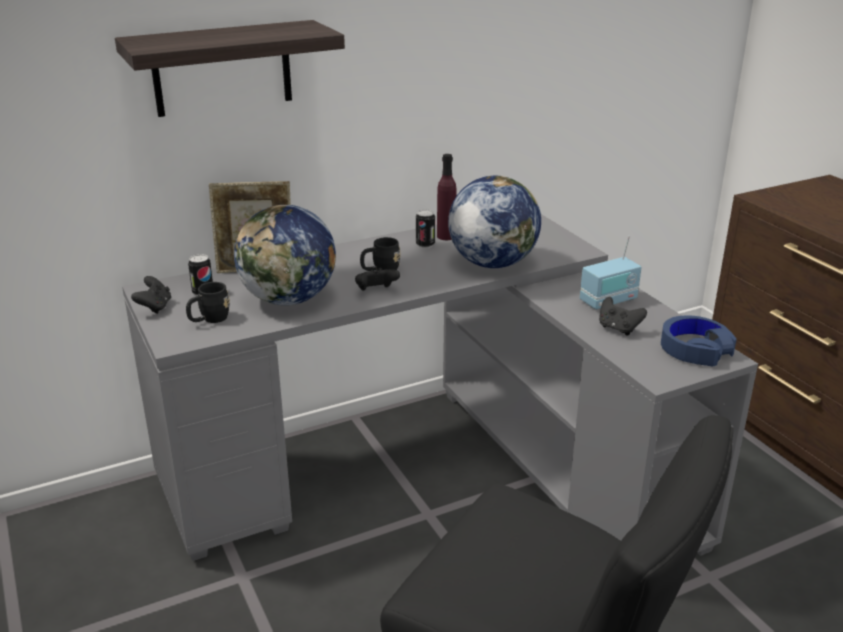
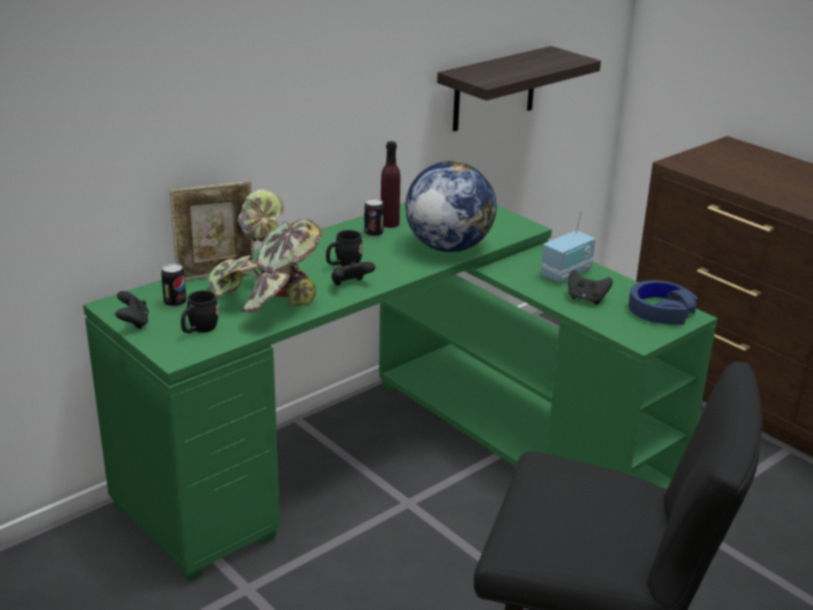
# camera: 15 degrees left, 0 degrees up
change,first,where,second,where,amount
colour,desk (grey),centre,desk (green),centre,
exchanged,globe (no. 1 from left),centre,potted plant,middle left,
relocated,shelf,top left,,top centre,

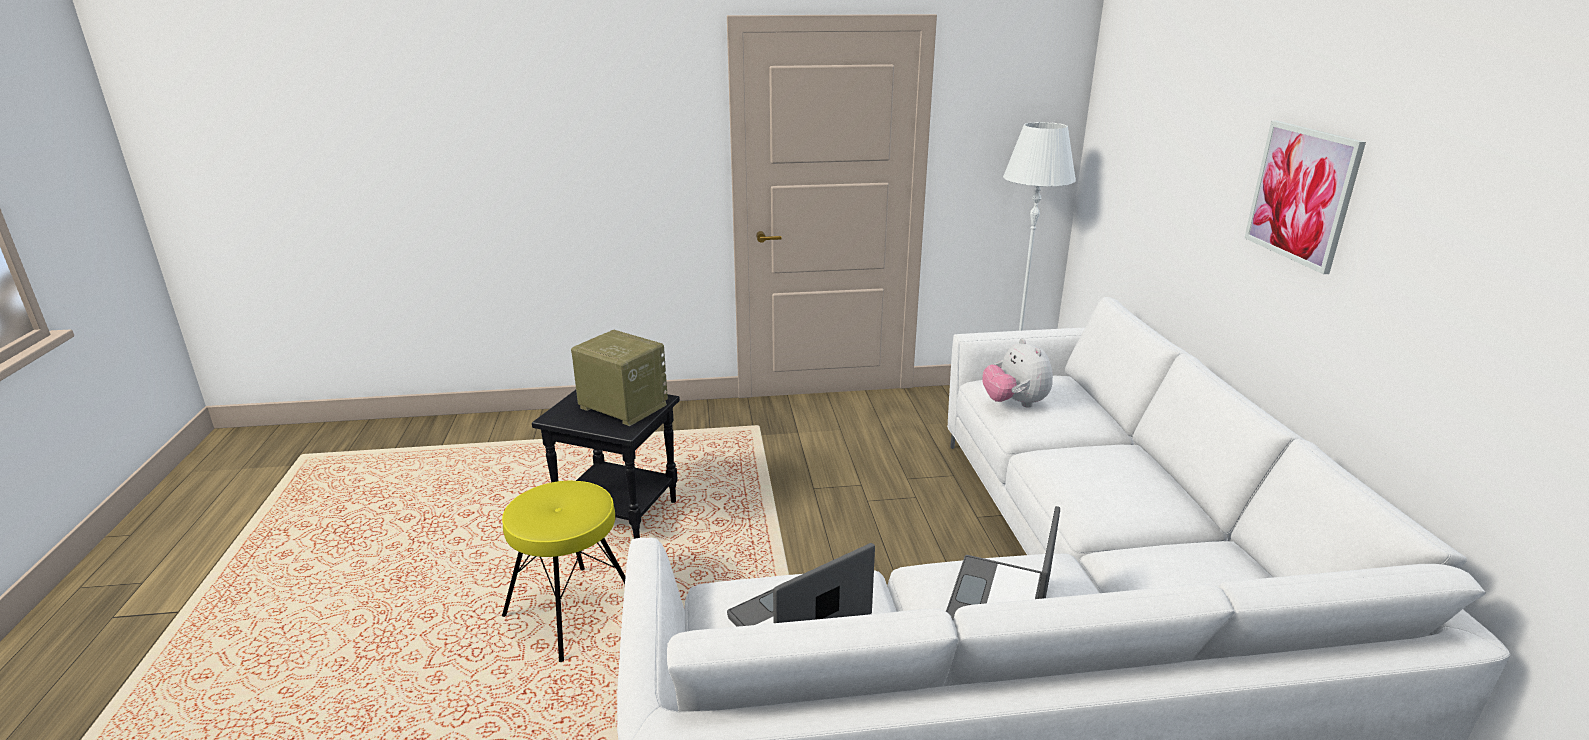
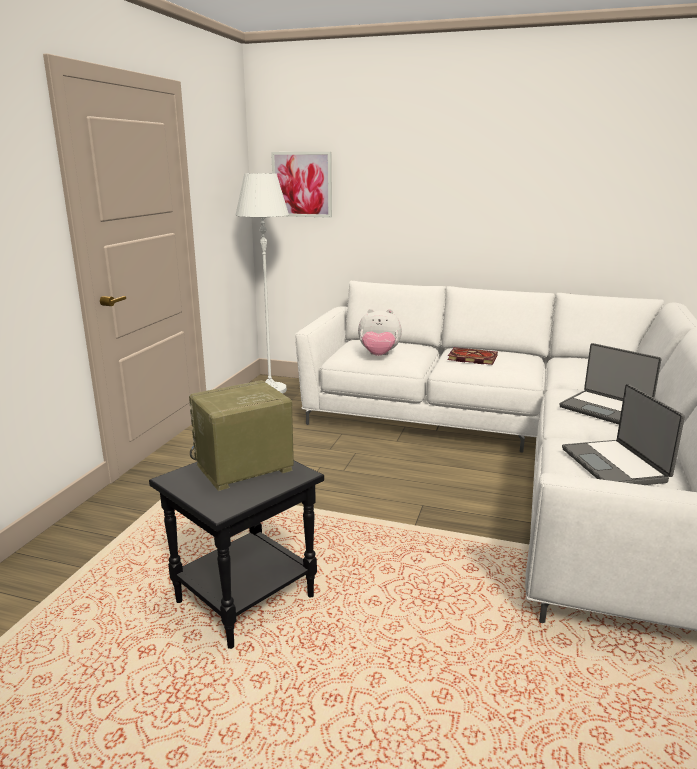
# camera: 65 degrees left, 5 degrees down
change,first,where,second,where,amount
relocated,picture,top right,,top centre,
appeared,,,book,middle right,
missing,stool (yellow),bottom centre,,,

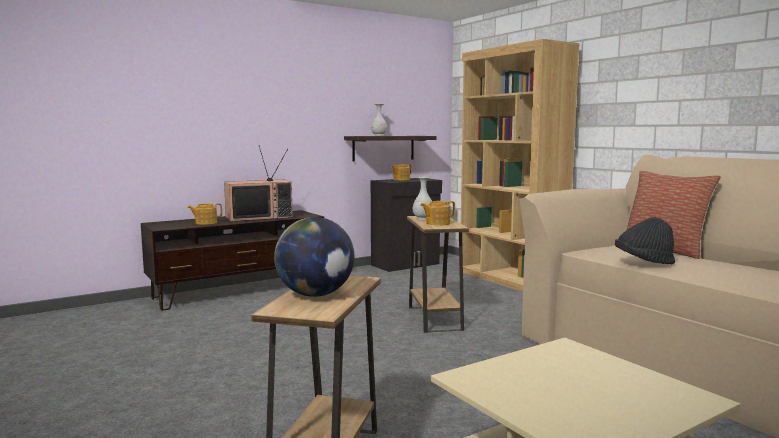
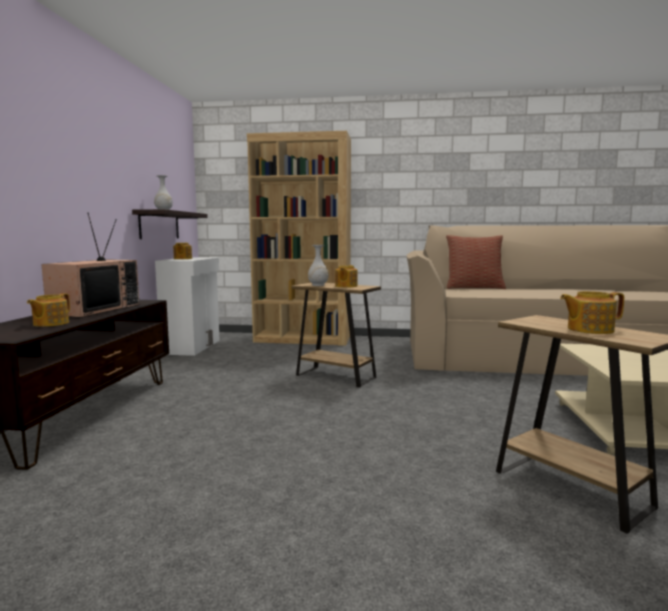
# camera: 50 degrees left, 0 degrees up
change,first,where,second,where,amount
colour,cabinet (black),centre,cabinet (white),middle left,
exchanged,globe,centre,teapot (no. 4 from left),middle right,
missing,hat (black),middle right,,,

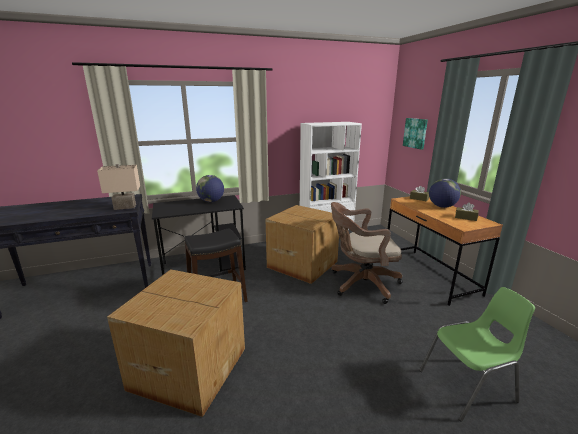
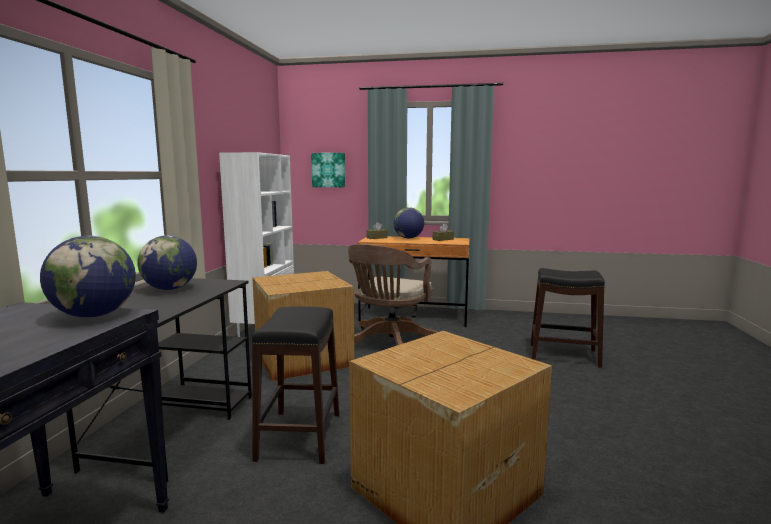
# camera: 60 degrees left, 10 degrees down
change,first,where,second,where,amount
exchanged,table lamp (beige),middle left,globe (no. 1 from left),middle left,
exchanged,chair (green),bottom right,stool (black) (no. 2 from left),middle right,

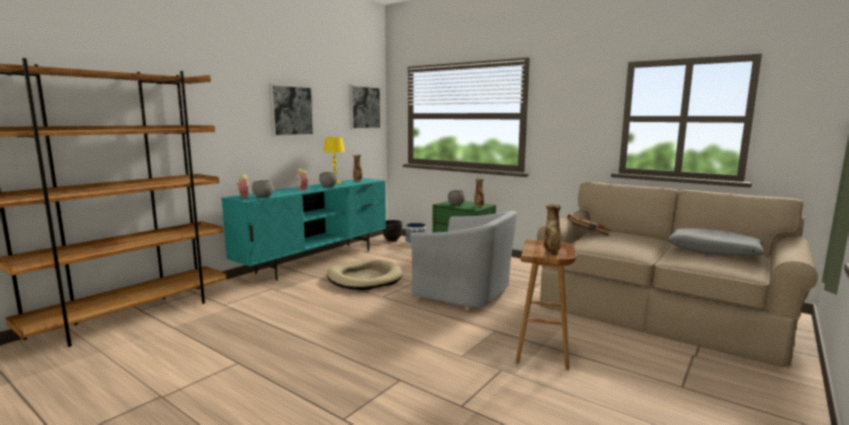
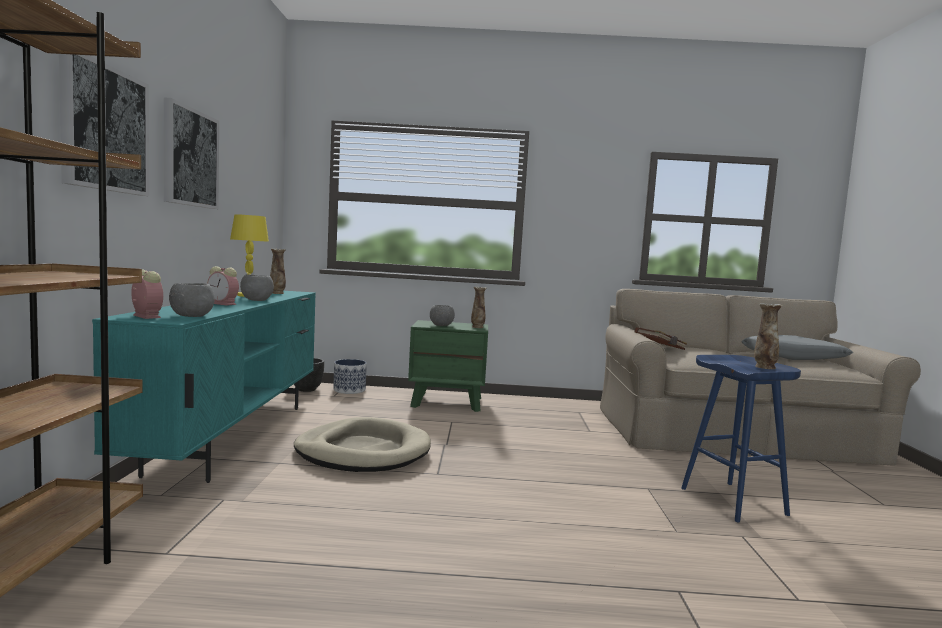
# camera: 35 degrees left, 5 degrees down
change,first,where,second,where,amount
relocated,picture (no. 2 from left in the first image),top centre,picture (no. 1 from left),top left,
colour,stool (brown),bottom centre,stool (blue),bottom right,
missing,armchair (grey),centre,,,

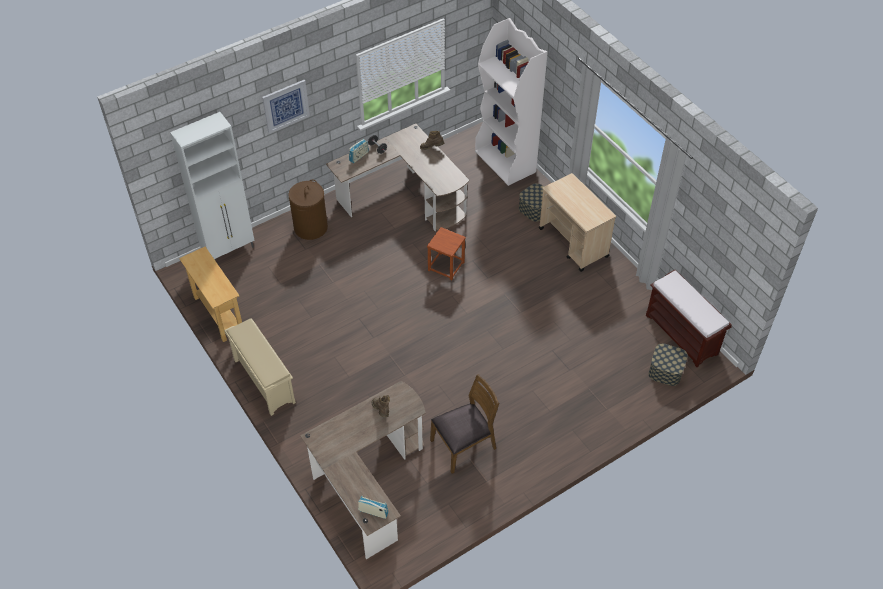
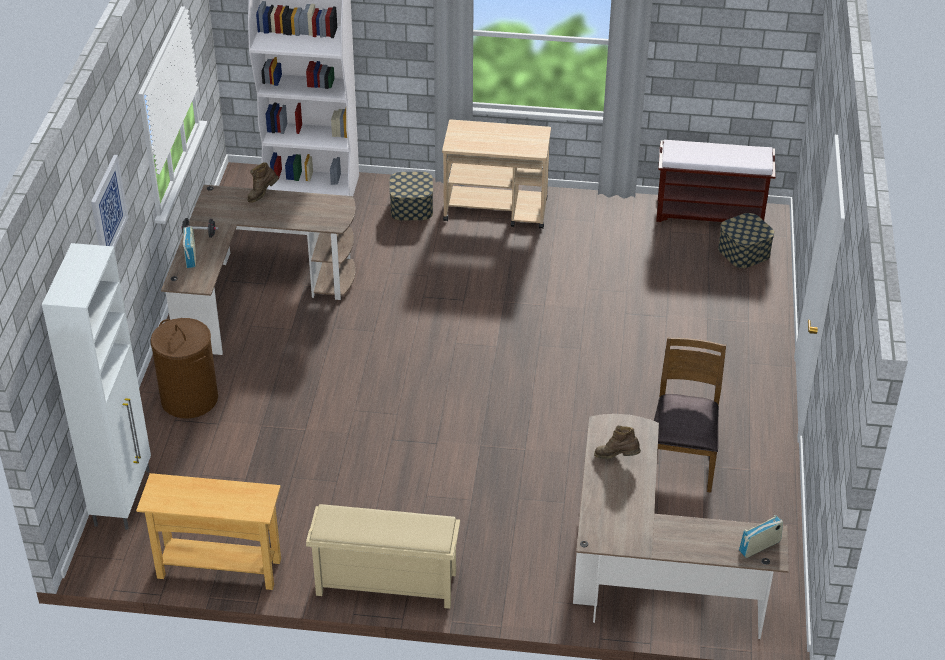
# camera: 50 degrees left, 10 degrees down
change,first,where,second,where,amount
missing,stool (brown),centre,,,

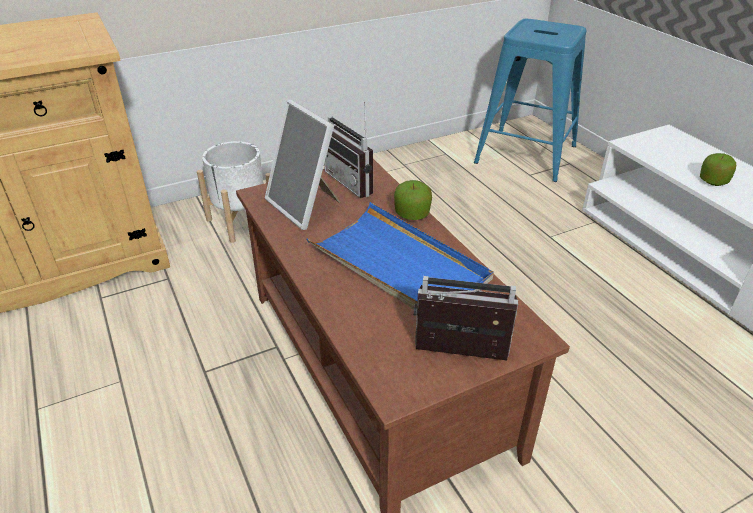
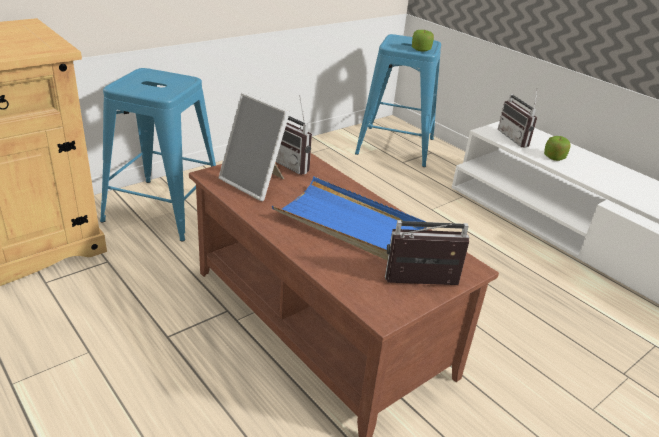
# camera: 15 degrees left, 5 degrees down
change,first,where,second,where,amount
exchanged,planter (white),middle left,stool (blue) (no. 1 from left),middle left,
relocated,apple (no. 1 from left),centre,,top centre,
appeared,,,radio (no. 3 from left),top right,

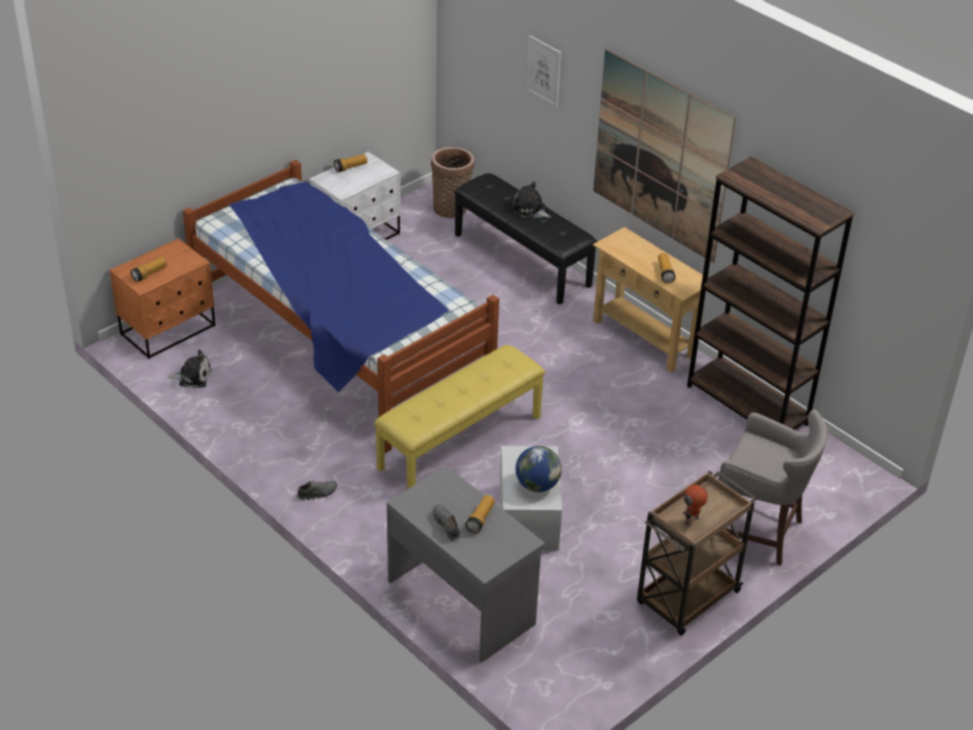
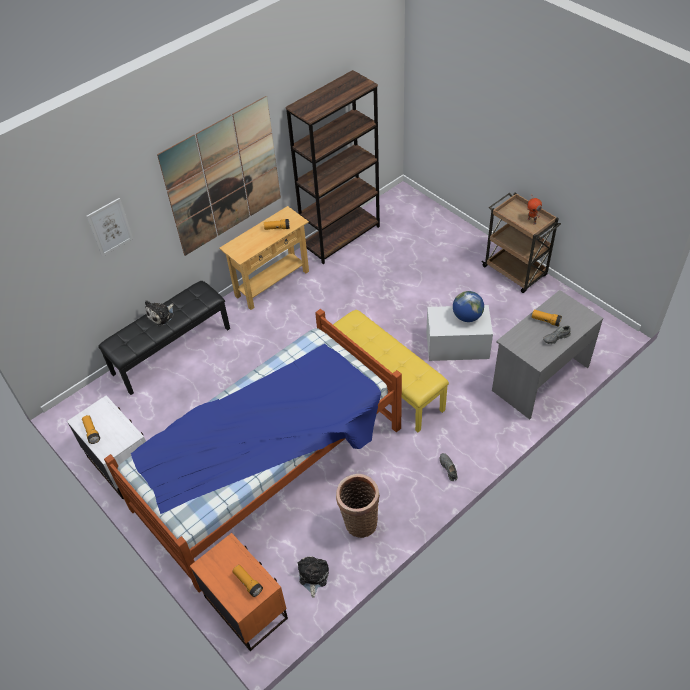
# camera: 85 degrees left, 10 degrees up
change,first,where,second,where,amount
relocated,basket,top centre,,bottom centre,
missing,stool (grey),bottom right,,,

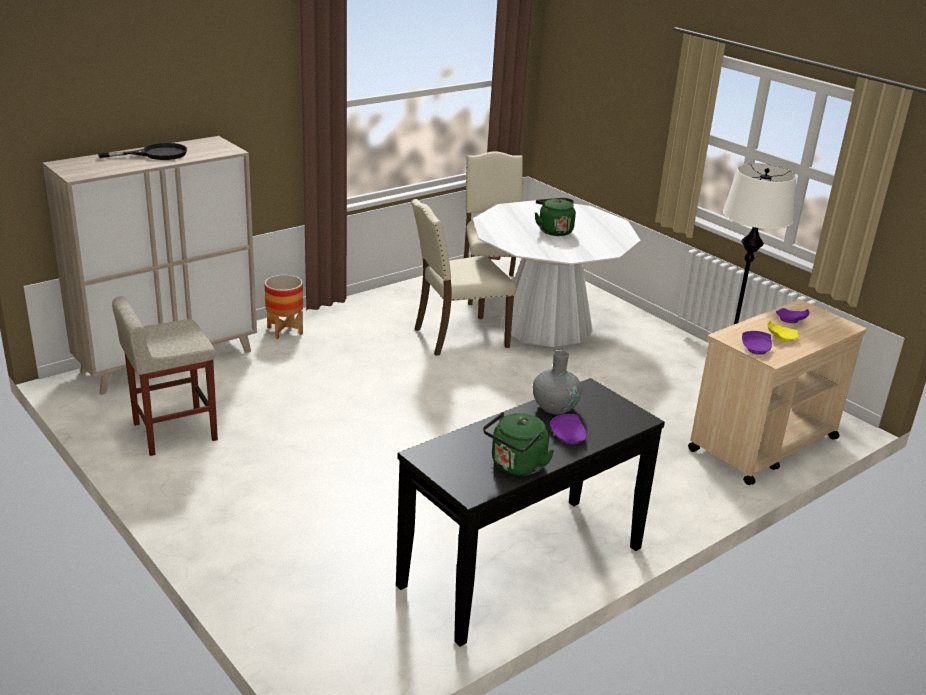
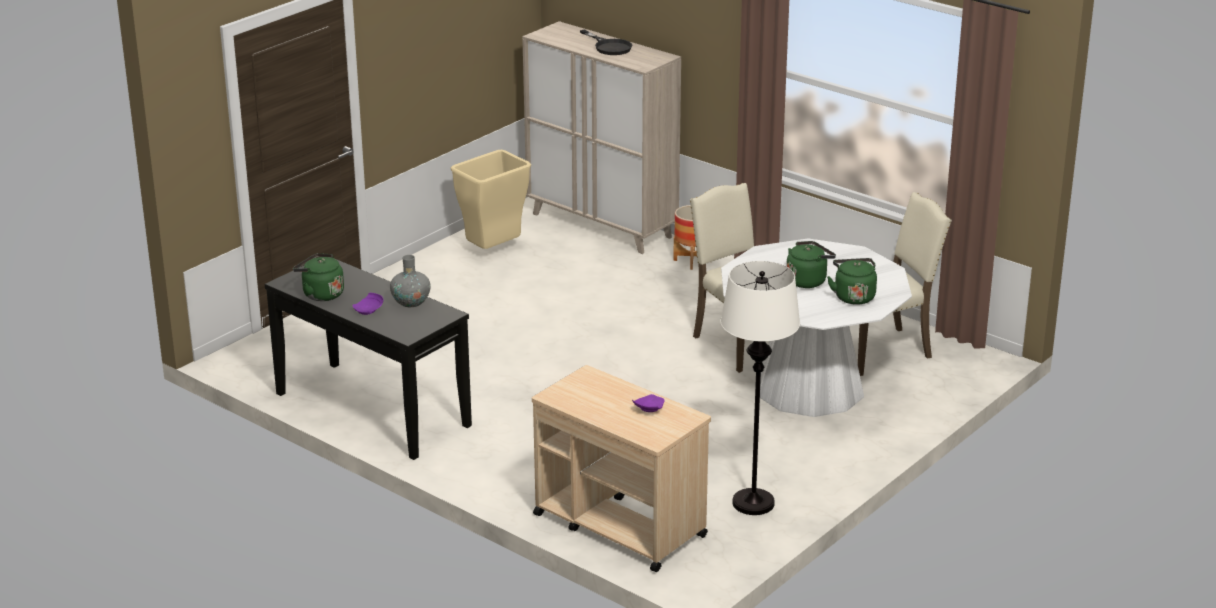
# camera: 80 degrees right, 0 degrees up
change,first,where,second,where,amount
exchanged,stool (beige),middle left,trash can (beige),top centre,
appeared,,,kettle (green) (no. 3 from left),middle right,
missing,plate (purple) (no. 2 from left),middle right,,,
missing,plate (yellow),middle right,,,

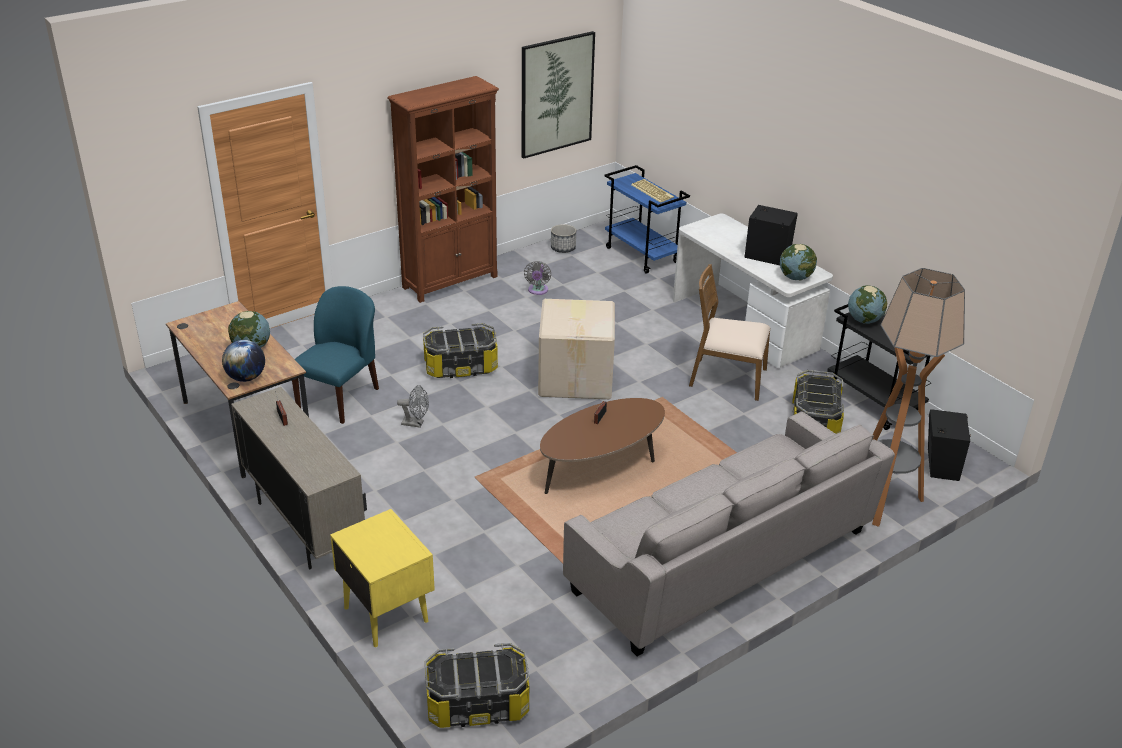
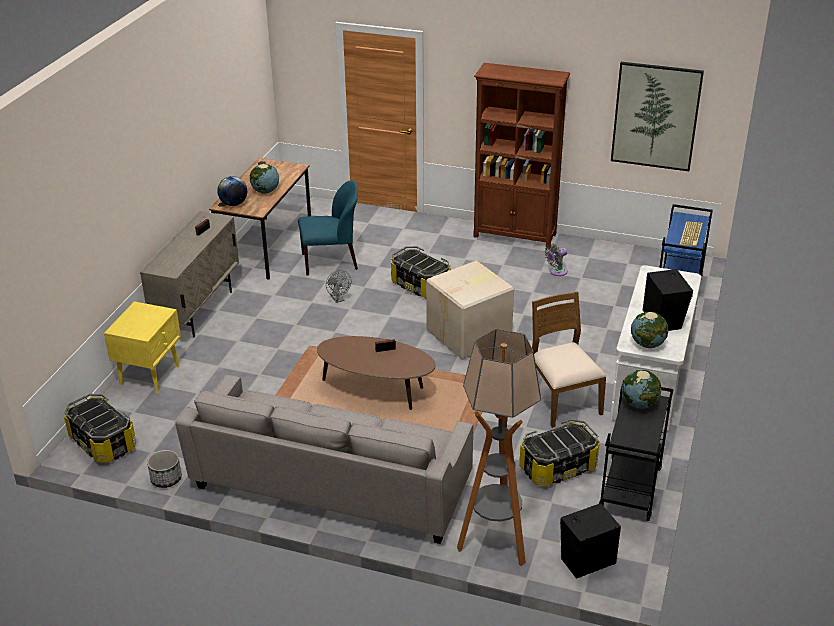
# camera: 55 degrees right, 0 degrees up
change,first,where,second,where,amount
relocated,planter,top centre,,bottom left,

